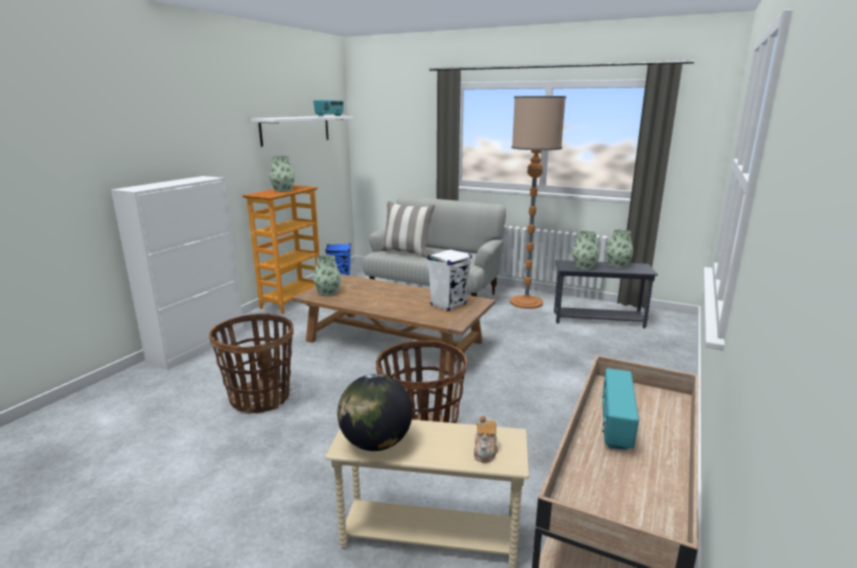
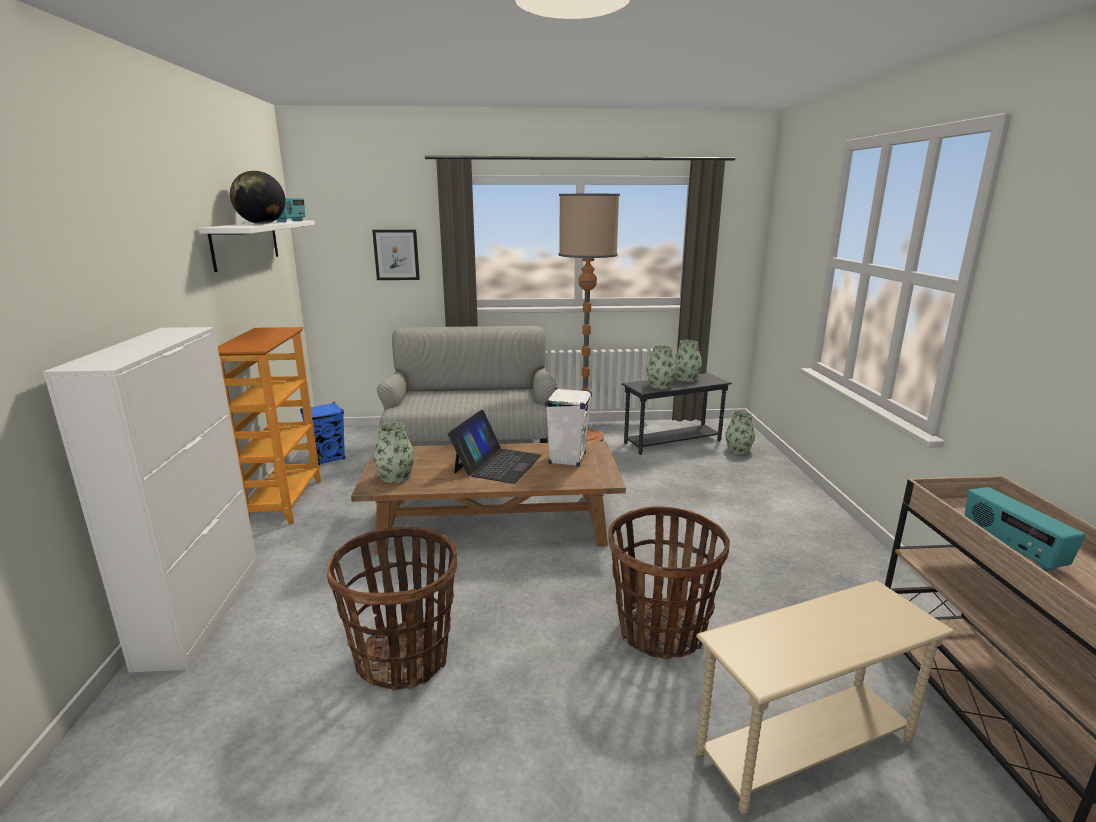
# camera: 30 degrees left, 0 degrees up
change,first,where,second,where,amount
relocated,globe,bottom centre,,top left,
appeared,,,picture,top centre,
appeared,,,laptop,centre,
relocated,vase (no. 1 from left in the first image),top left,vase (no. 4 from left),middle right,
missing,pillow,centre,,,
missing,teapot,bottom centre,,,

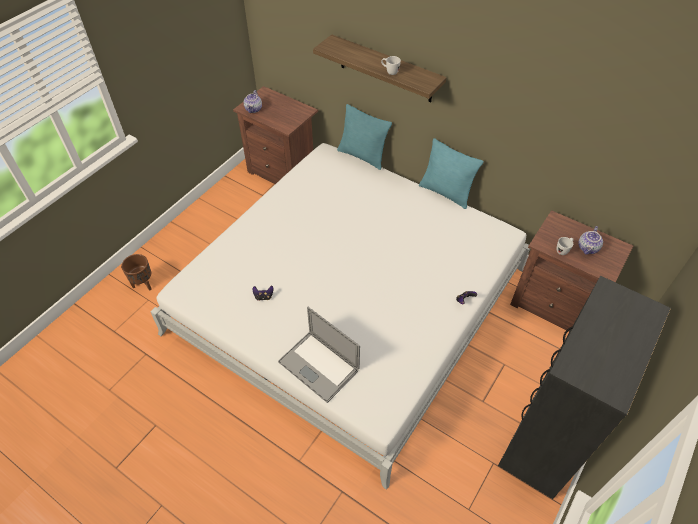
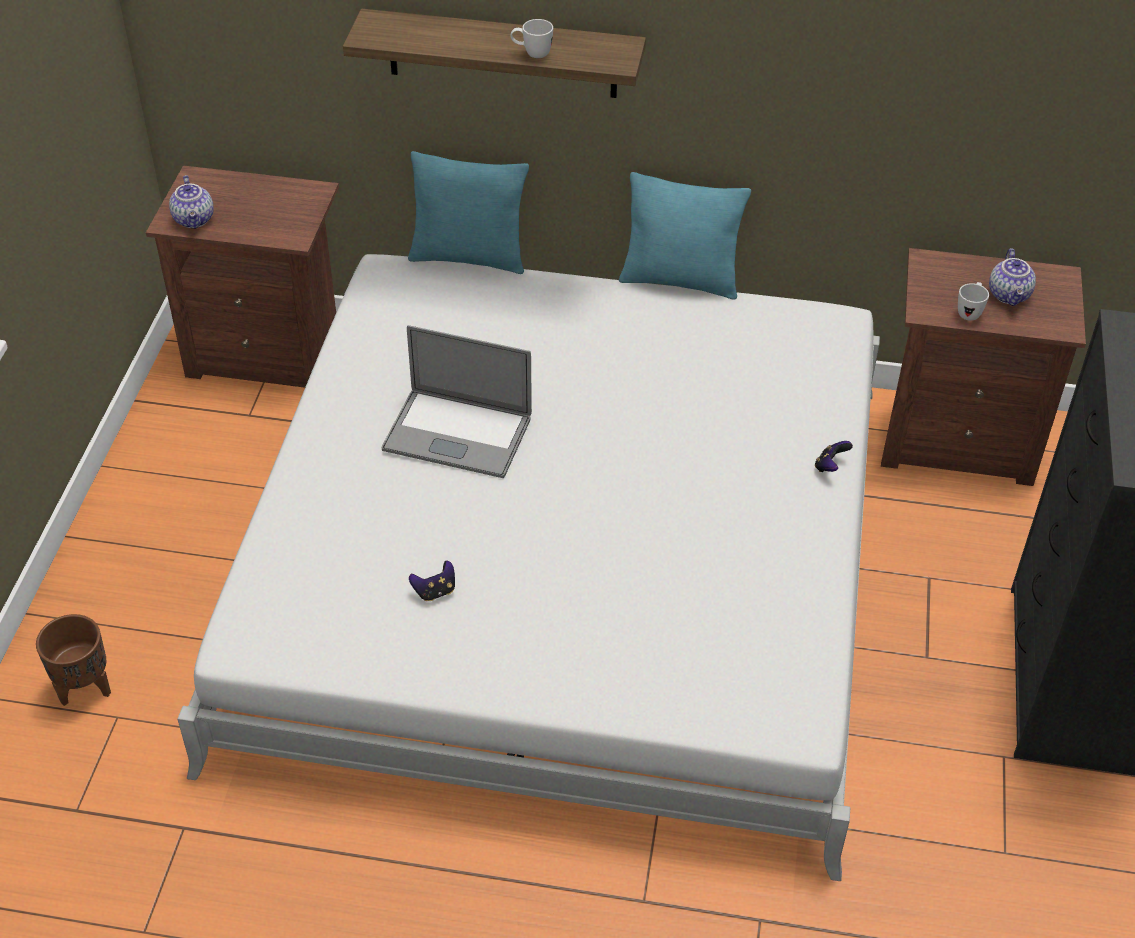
# camera: 25 degrees left, 5 degrees down
change,first,where,second,where,amount
relocated,laptop,bottom centre,,centre,

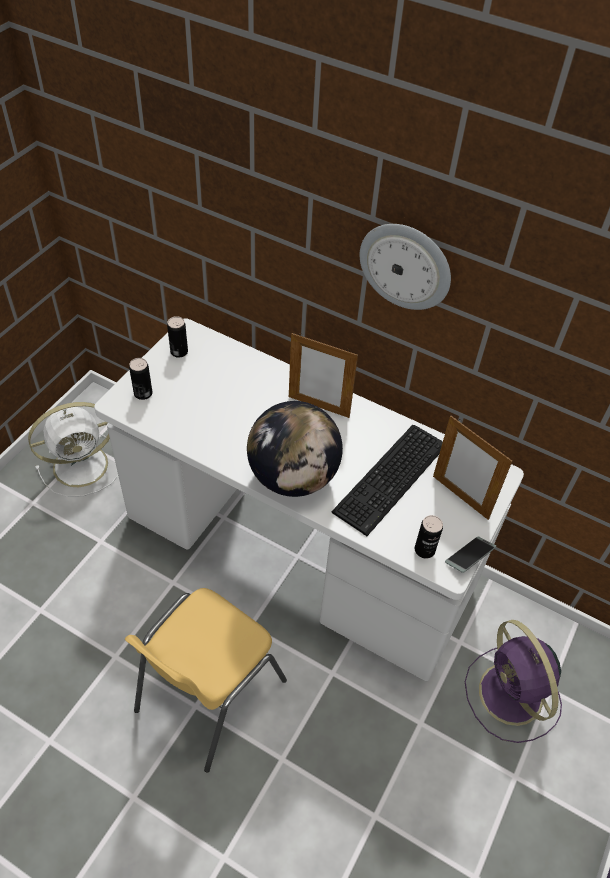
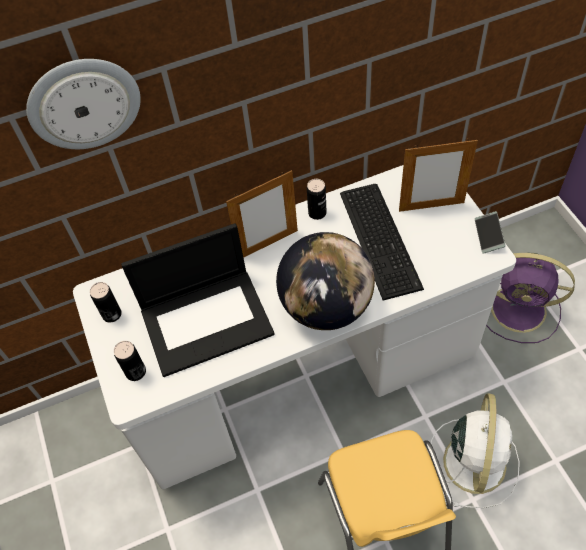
# camera: 45 degrees left, 5 degrees up
change,first,where,second,where,amount
relocated,wall clock,top centre,,top left,
appeared,,,laptop,centre,
relocated,can (no. 3 from left),middle right,,centre,
relocated,fan (white),middle left,,bottom right,

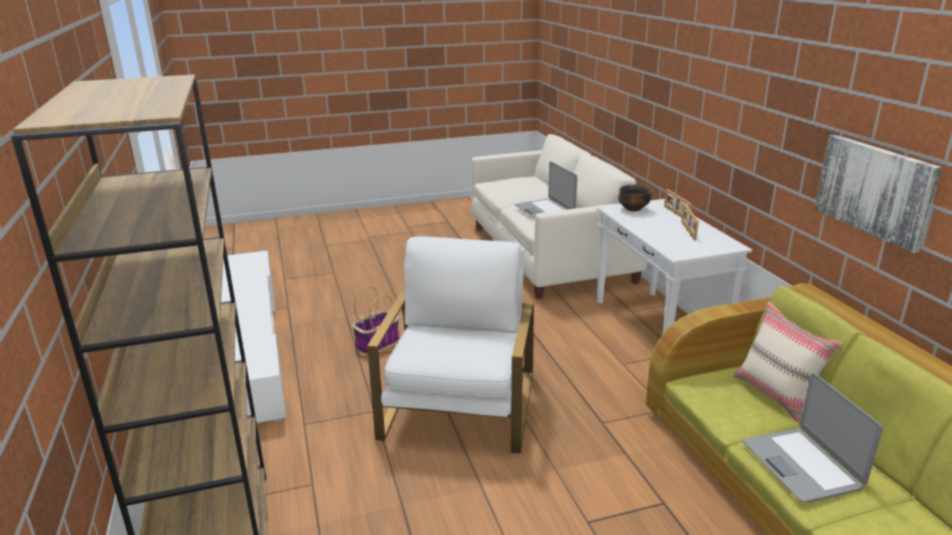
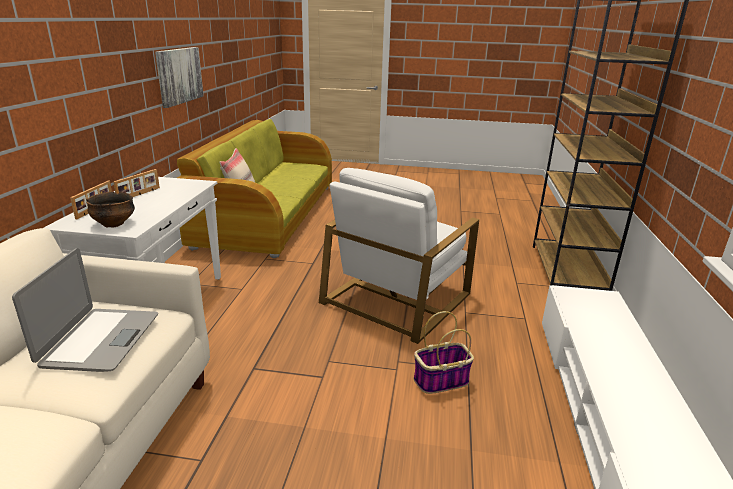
# camera: 155 degrees left, 0 degrees up
change,first,where,second,where,amount
missing,laptop (no. 2 from left),bottom right,,,

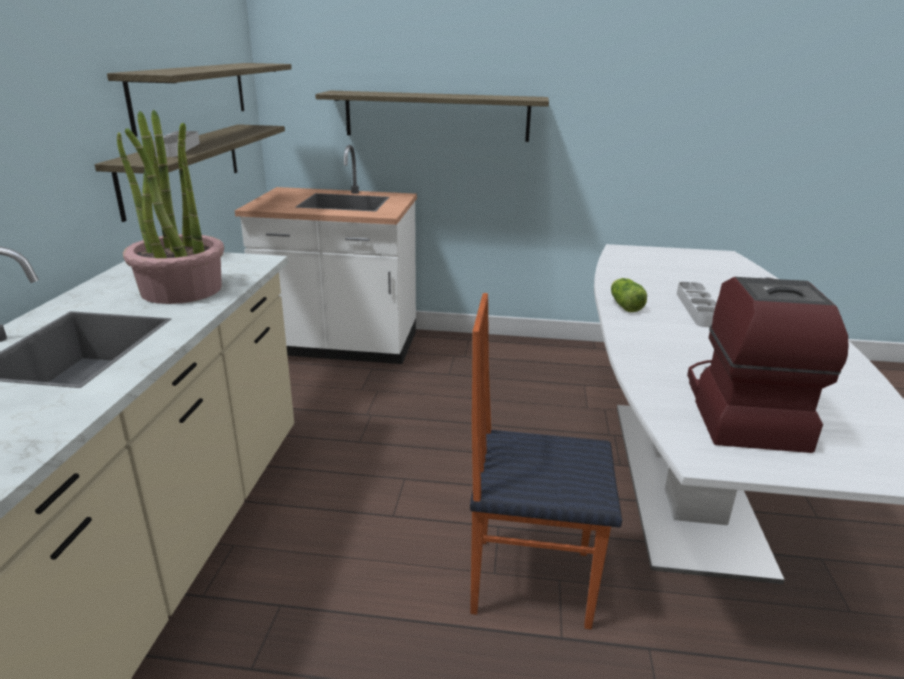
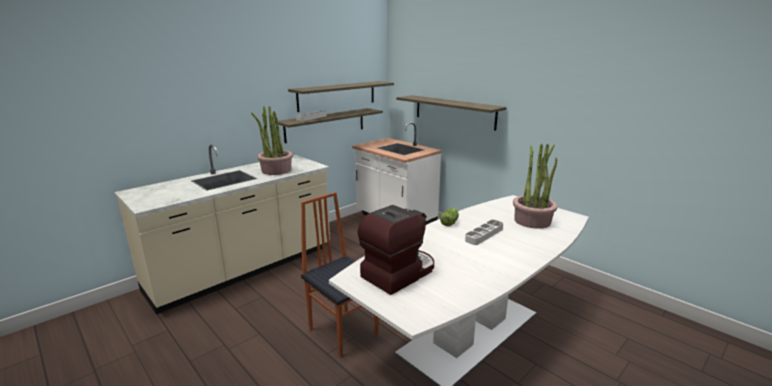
# camera: 40 degrees right, 5 degrees down
change,first,where,second,where,amount
appeared,,,potted plant (no. 2 from left),middle right,

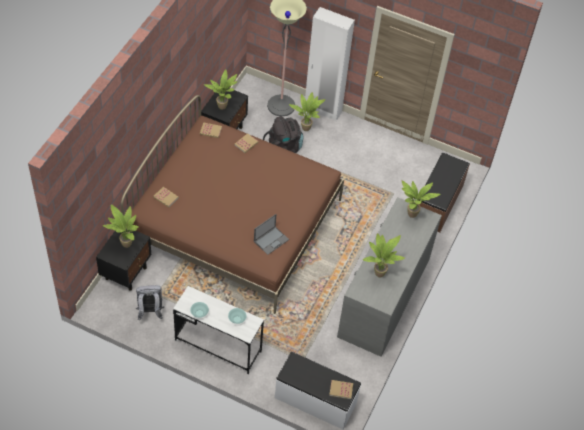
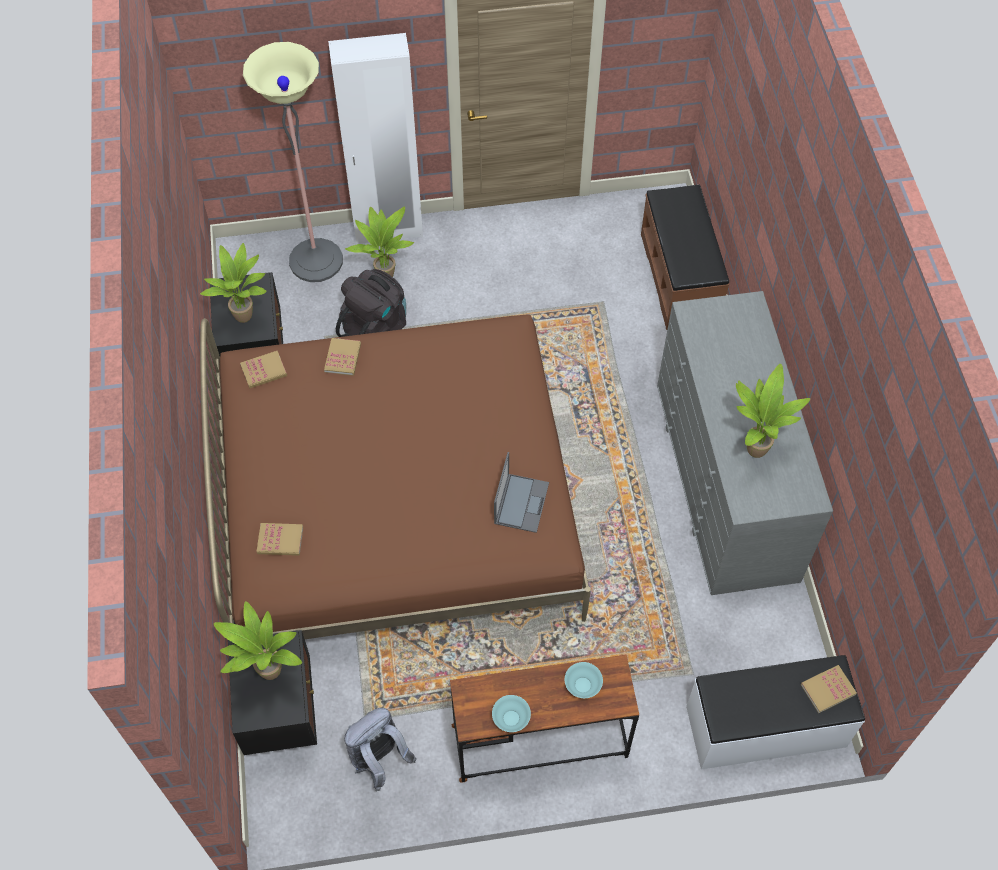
# camera: 30 degrees left, 5 degrees up
change,first,where,second,where,amount
colour,desk (white),bottom centre,desk (brown),bottom centre,
missing,potted plant (no. 5 from left),middle right,,,

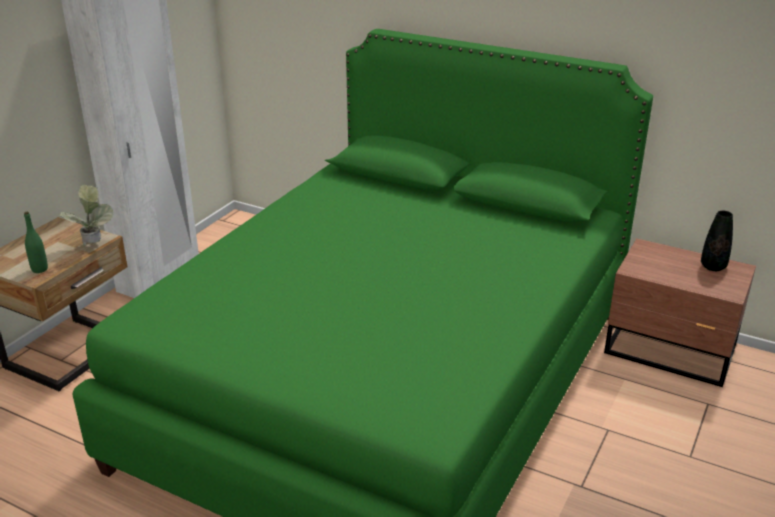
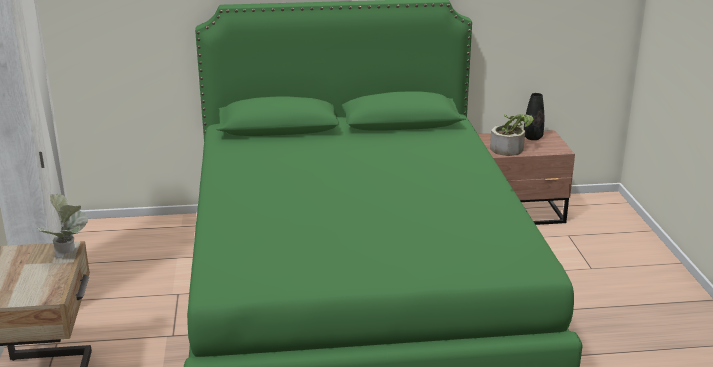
# camera: 35 degrees left, 5 degrees down
change,first,where,second,where,amount
appeared,,,potted plant (no. 2 from left),middle right,
missing,bottle (green),middle left,,,

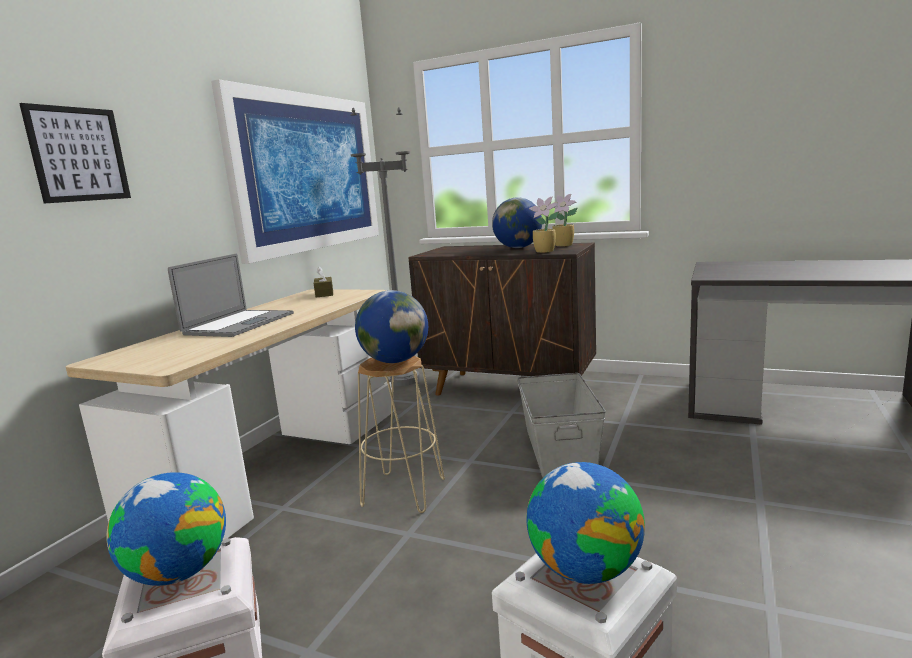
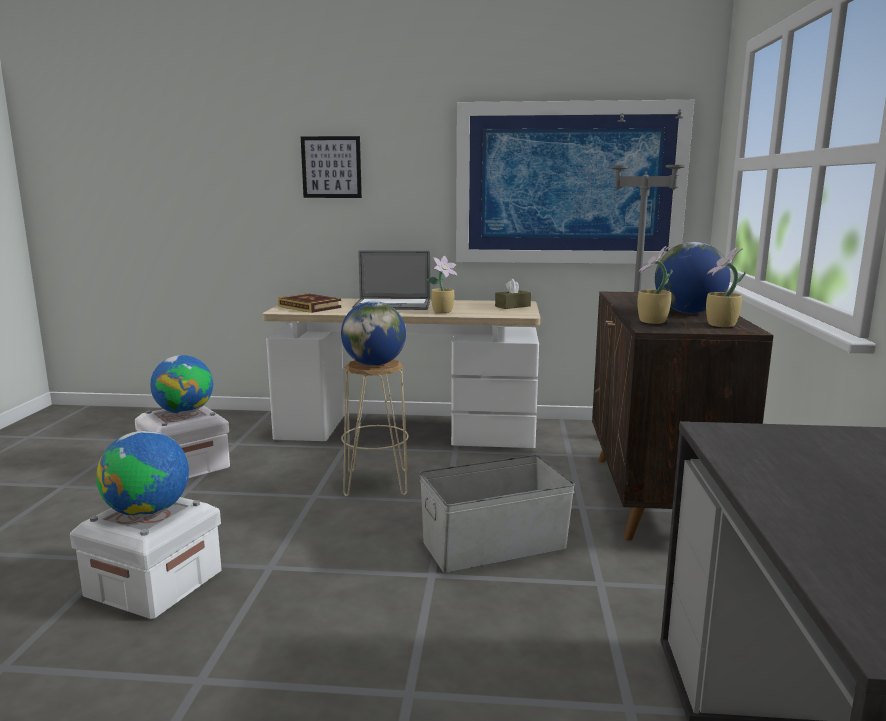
# camera: 70 degrees right, 0 degrees up
change,first,where,second,where,amount
appeared,,,book,centre,
appeared,,,potted plant (no. 1 from left),centre,

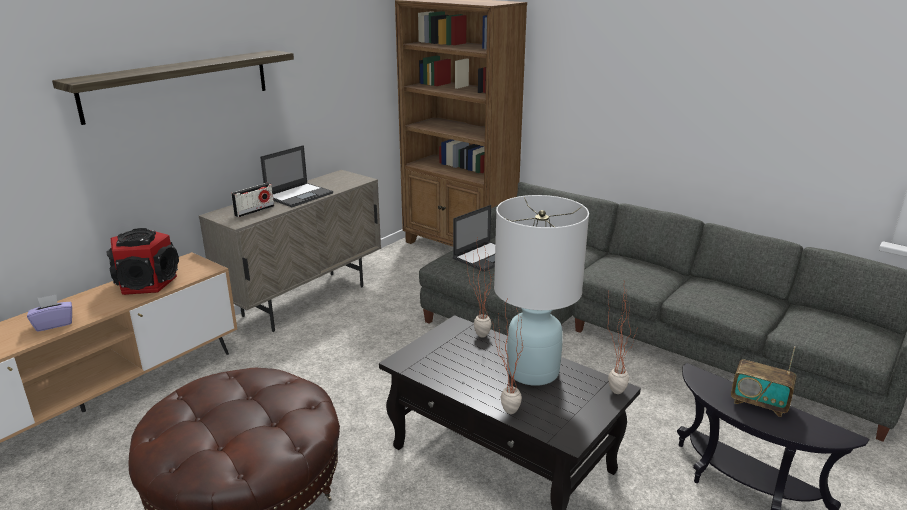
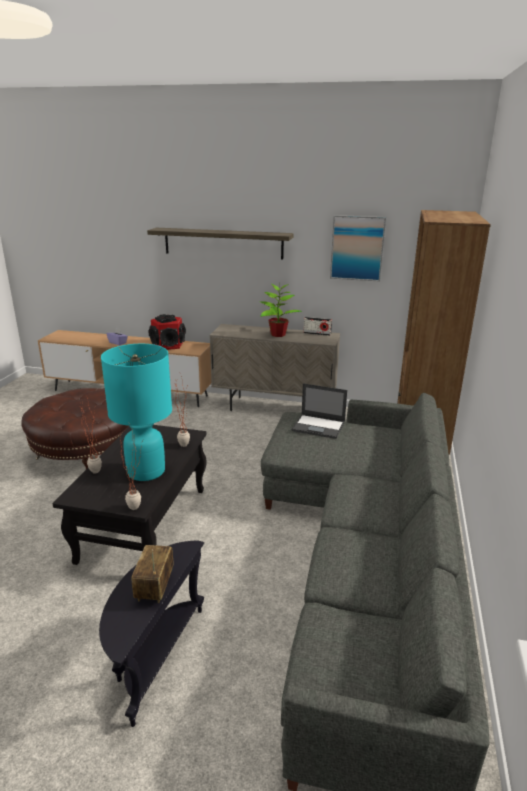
# camera: 65 degrees right, 0 degrees up
change,first,where,second,where,amount
colour,table lamp (white),centre,table lamp (turquoise),middle left,
exchanged,laptop (no. 1 from left),middle left,potted plant (no. 4 from left),centre,
relocated,radio (no. 1 from left in the first image),middle left,radio (no. 2 from left),centre,
appeared,,,picture,top right,

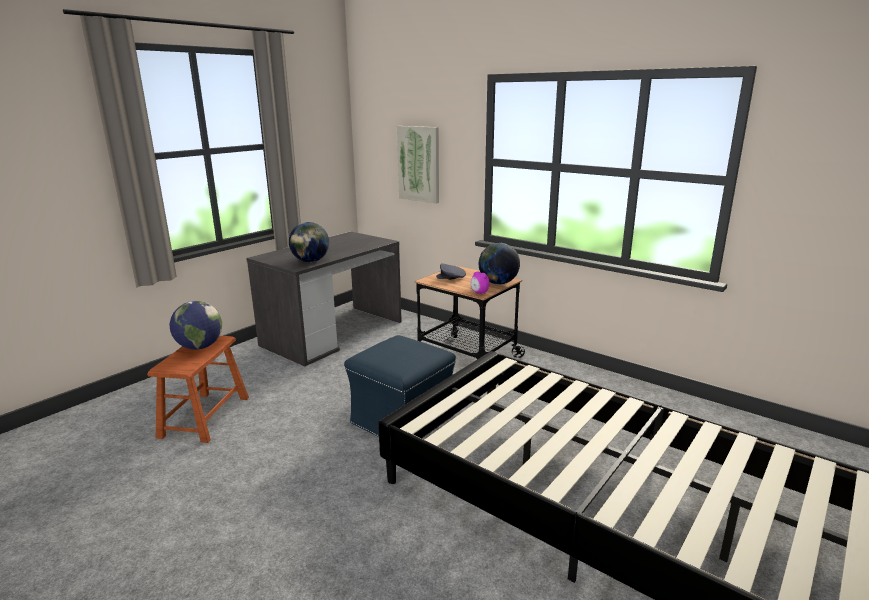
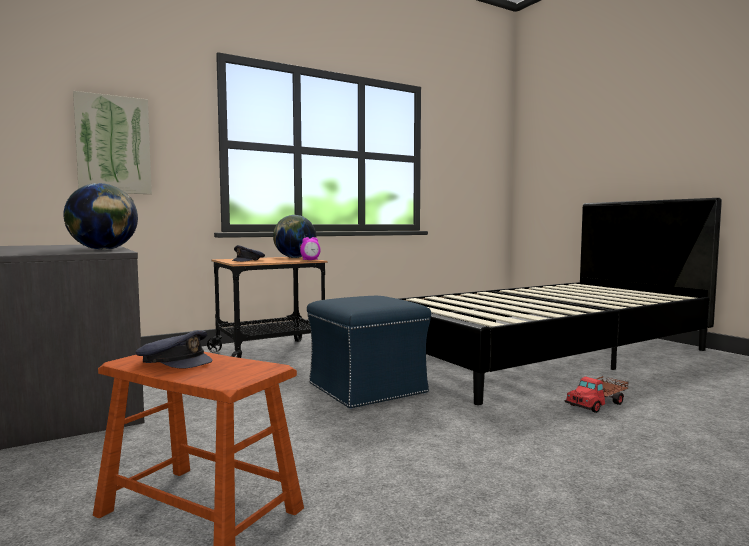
# camera: 70 degrees left, 15 degrees down
change,first,where,second,where,amount
exchanged,globe (no. 1 from left),middle left,cap (grey) (no. 1 from left),middle left,
appeared,,,toy truck,bottom right,

